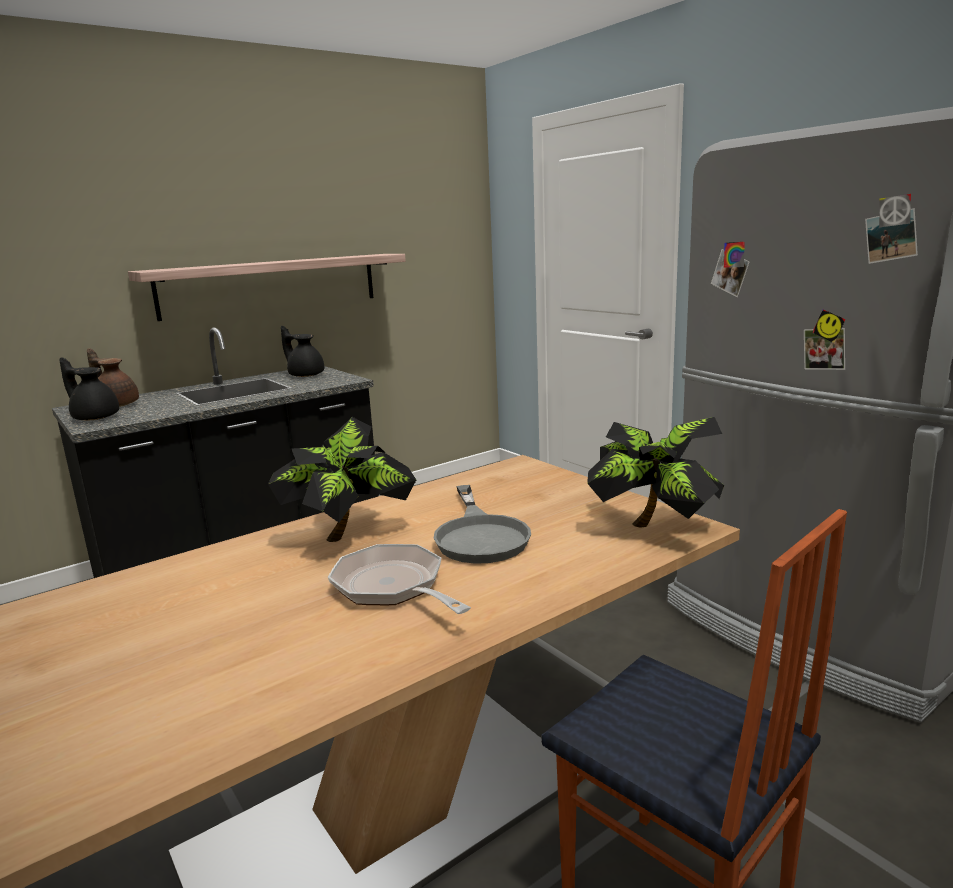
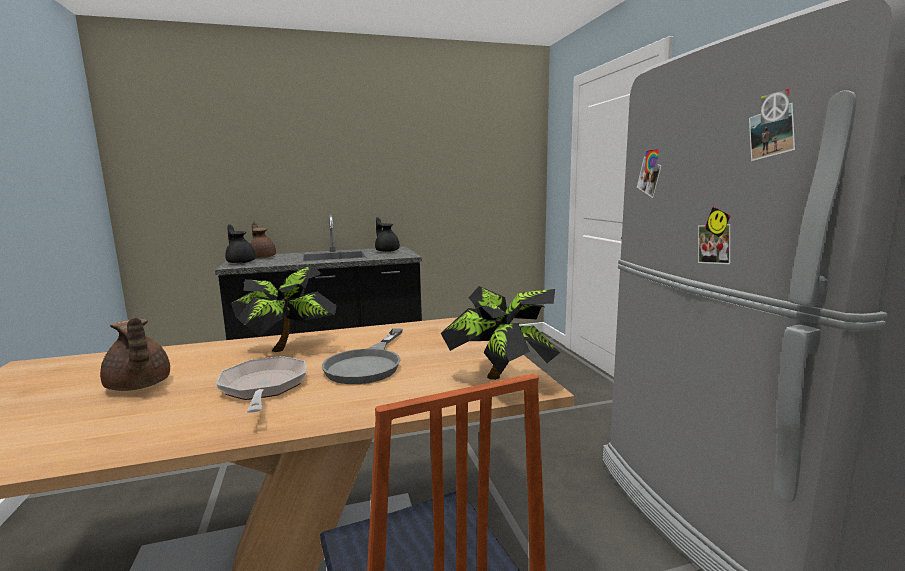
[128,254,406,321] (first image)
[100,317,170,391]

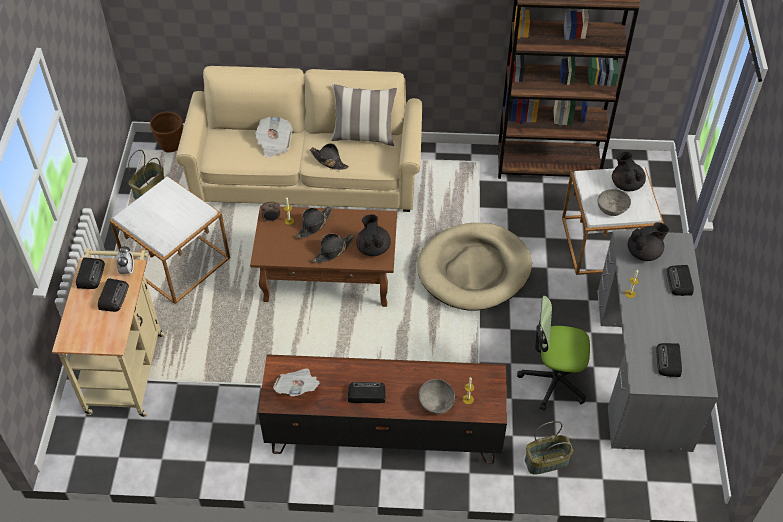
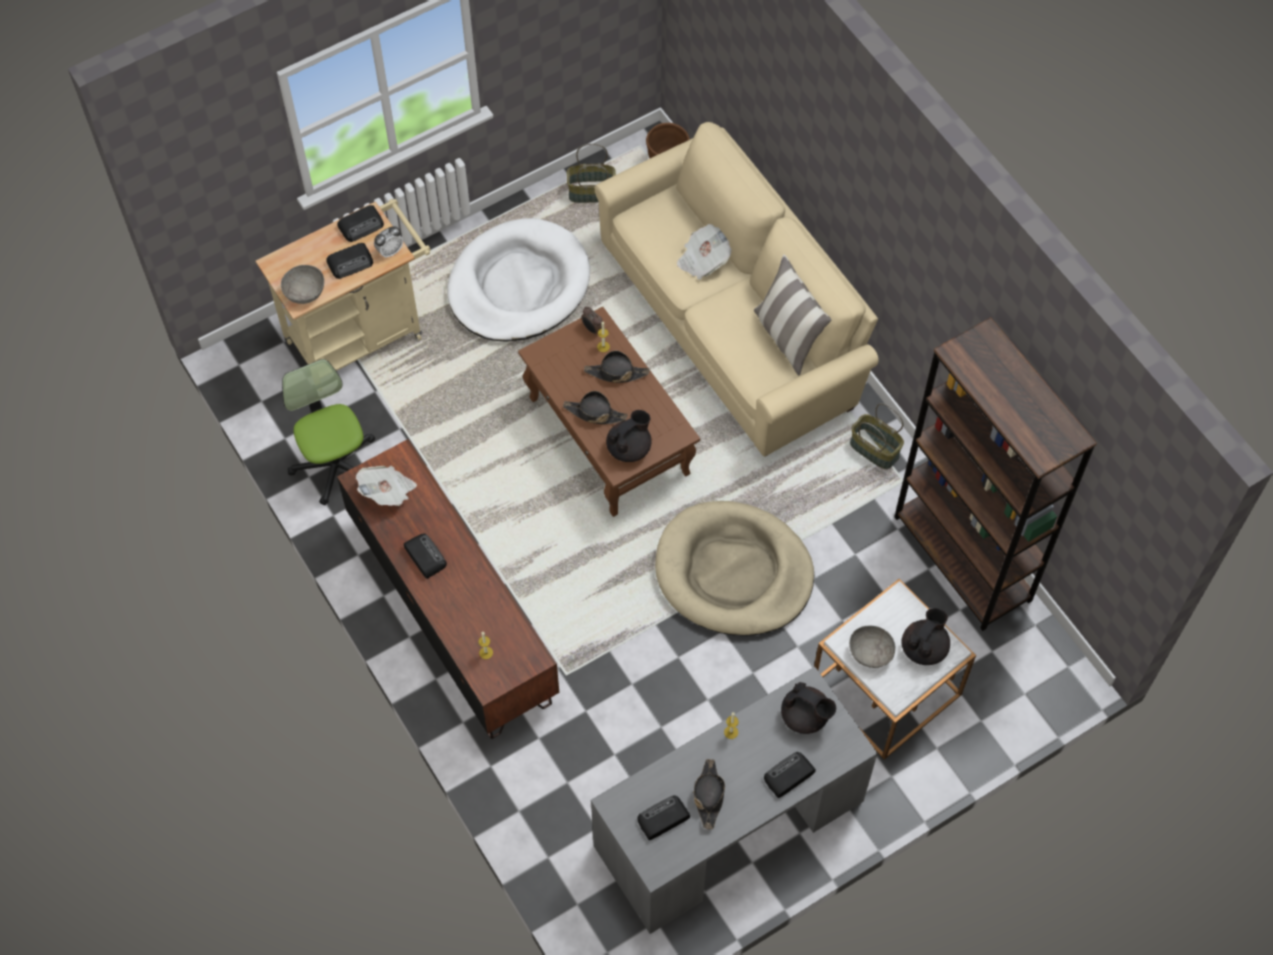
[693,759,725,830]
[281,265,324,304]
[282,359,375,505]
[850,403,904,469]
[447,218,590,342]

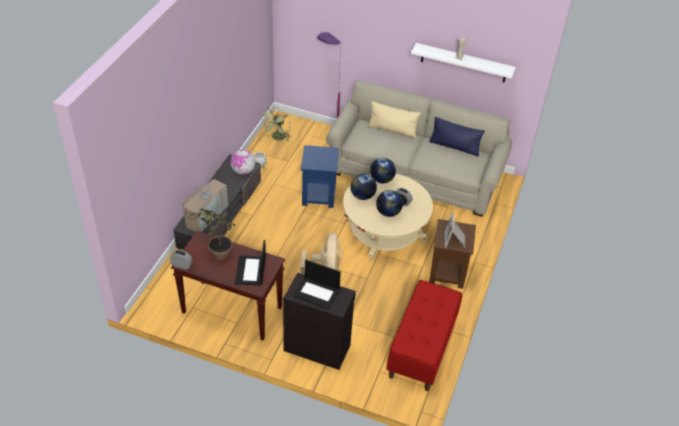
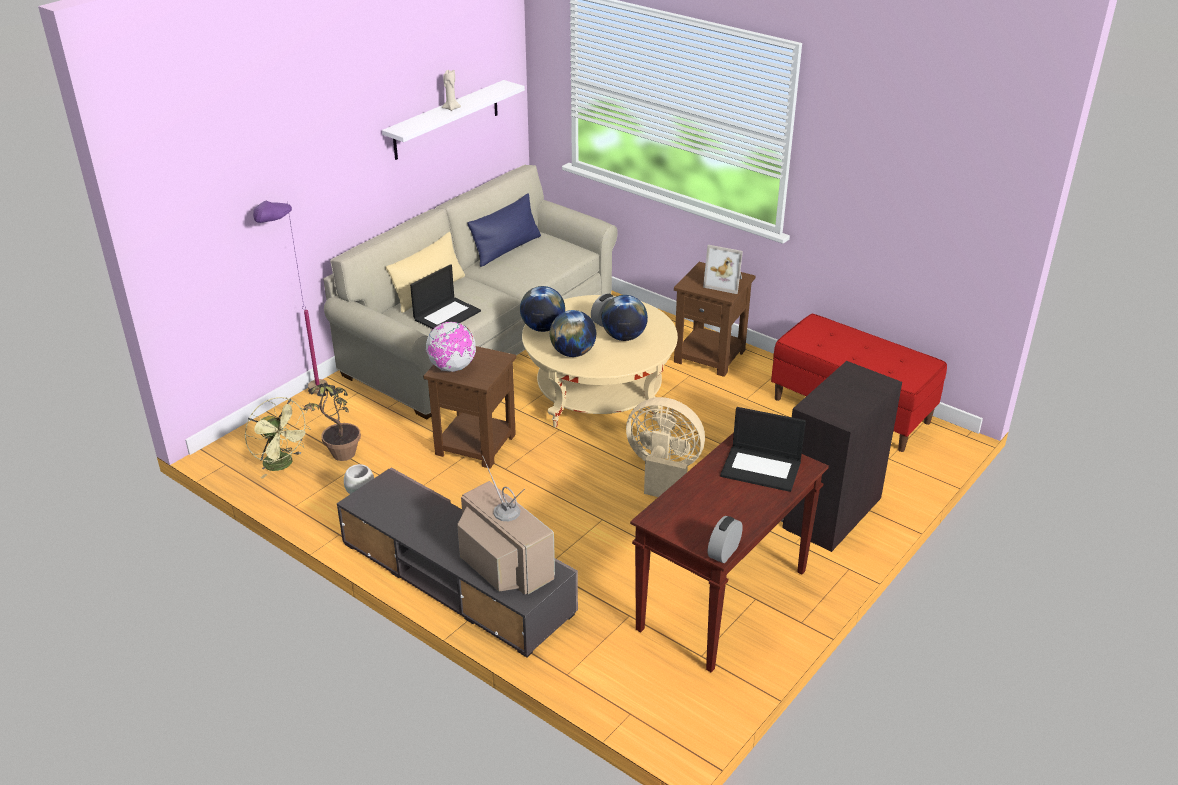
[301,383,361,461]
[426,322,476,372]
[410,264,481,329]
[423,346,516,469]

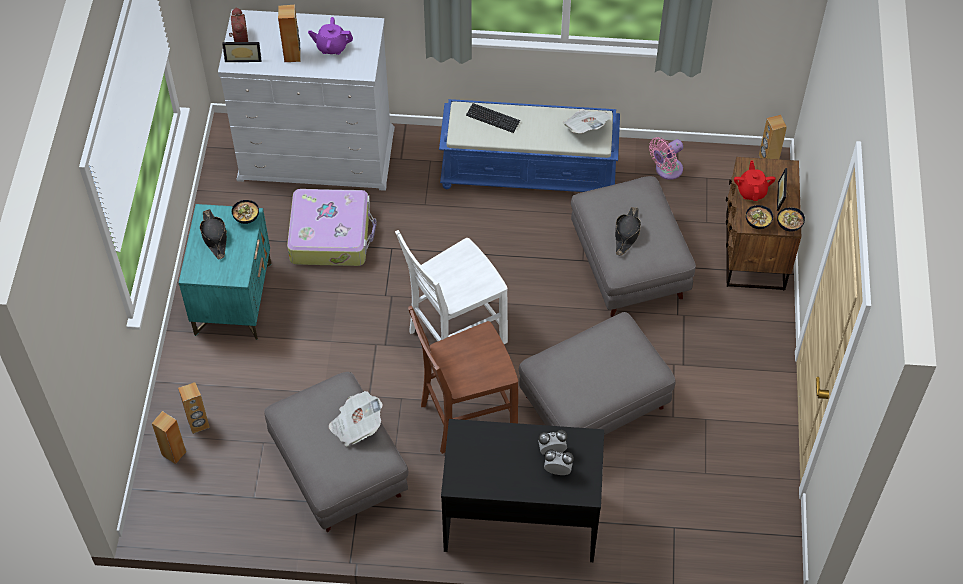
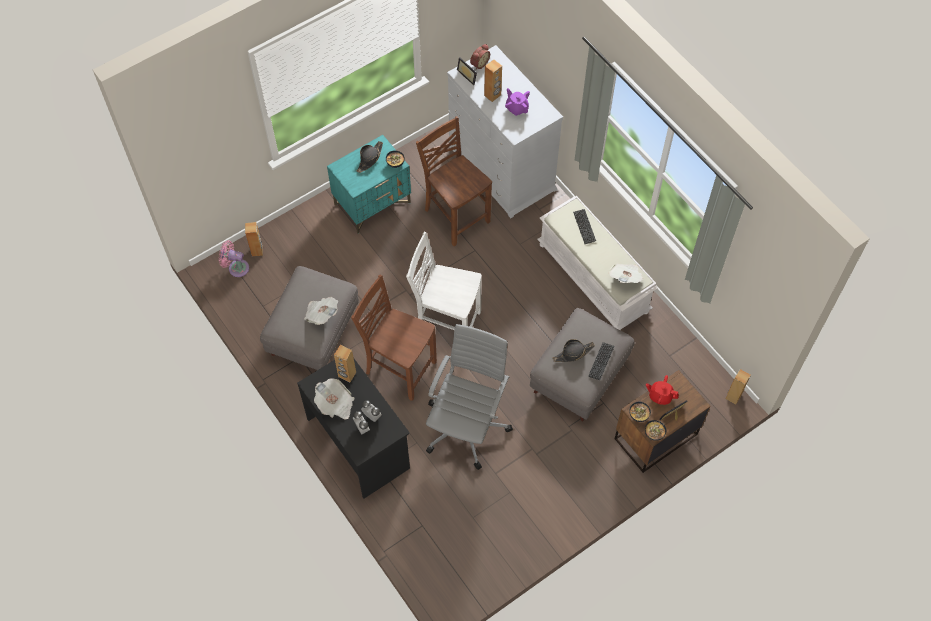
[314,378,354,420]
[588,342,614,380]
[334,345,356,382]
[219,240,249,277]
[416,116,492,246]
[426,324,513,470]
[537,196,658,330]
[646,375,679,405]

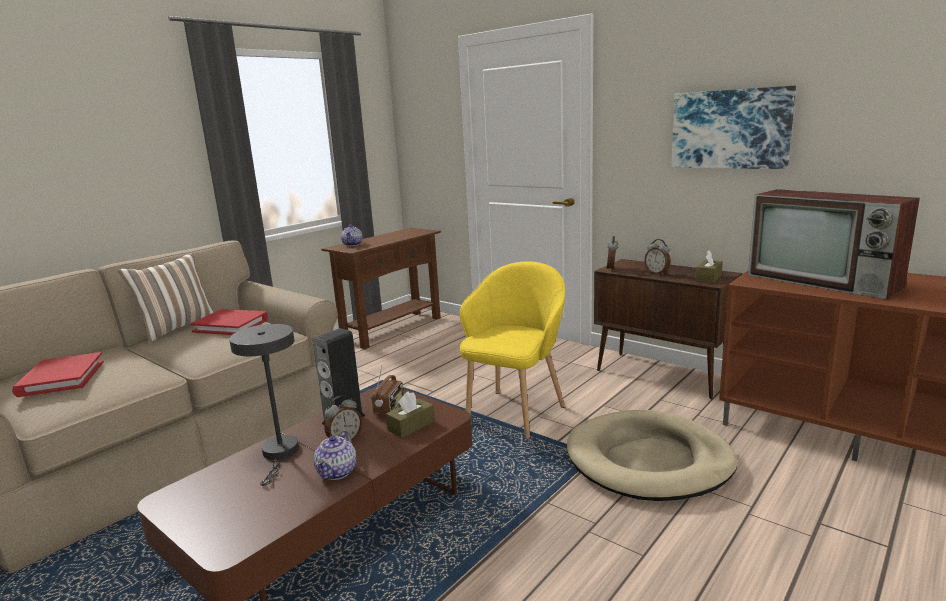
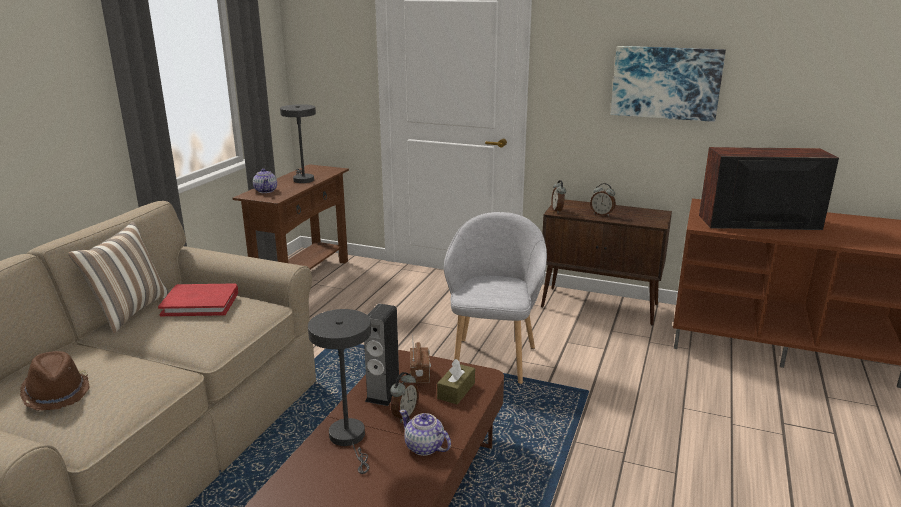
[567,410,737,501] (first image)
[695,250,723,283] (first image)
[280,104,316,183]
[20,351,90,411]
[444,212,547,384]
[399,410,451,456]
[699,147,839,230]

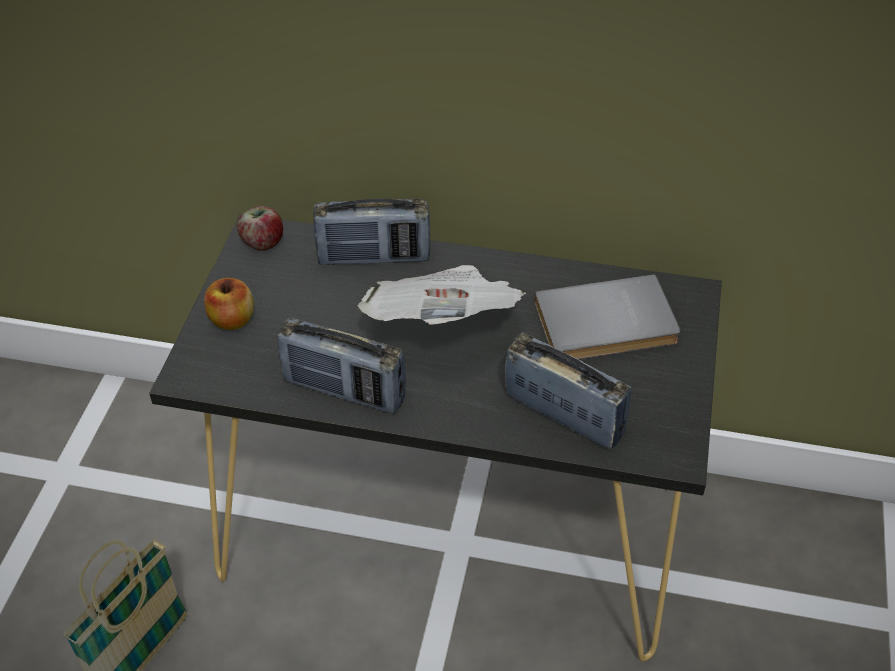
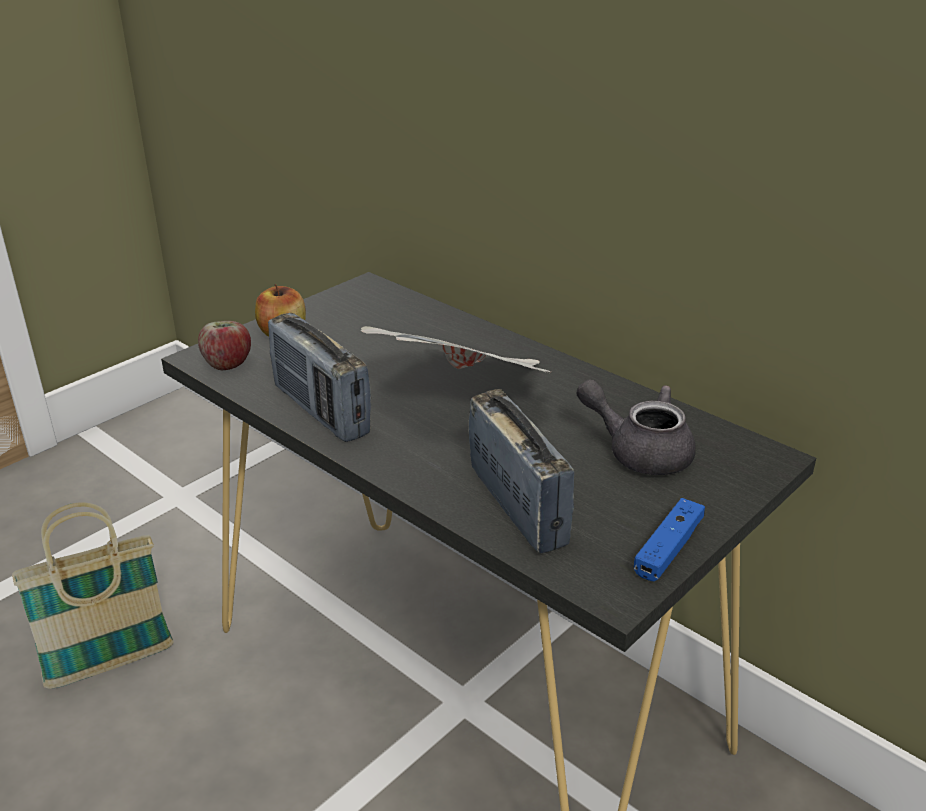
[313,198,430,265] (first image)
[634,498,705,582]
[198,321,251,370]
[577,380,696,475]

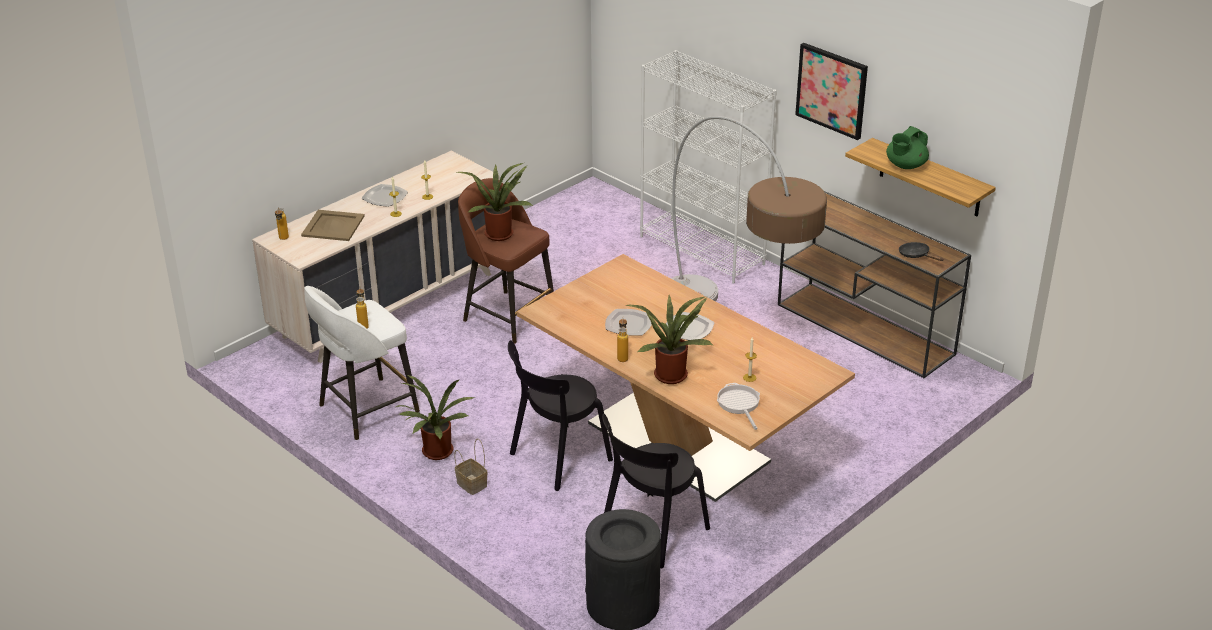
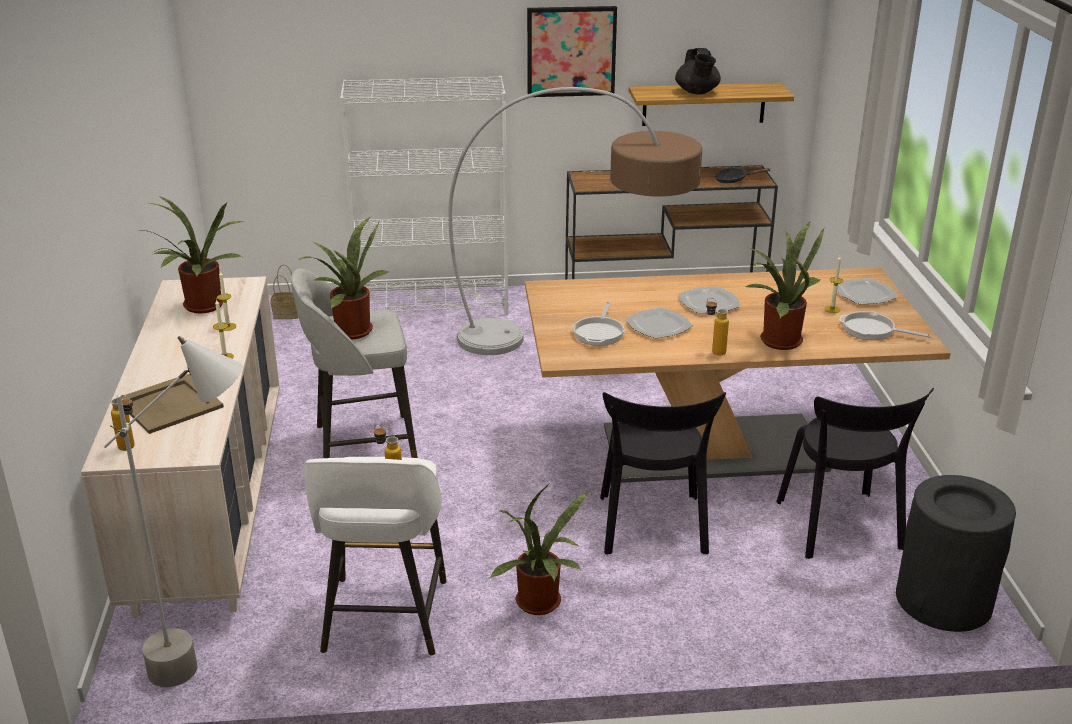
[104,336,243,687]
[138,196,244,313]
[572,302,626,346]
[833,278,898,304]
[270,264,299,319]
[291,268,418,458]
[675,48,721,94]

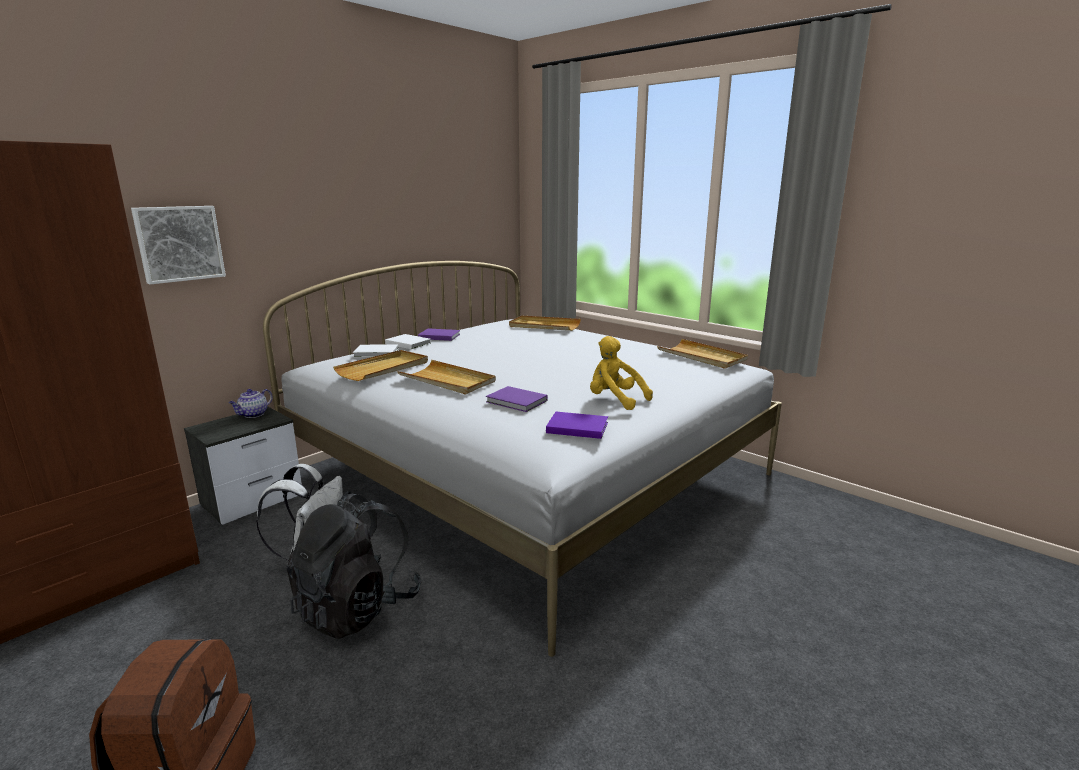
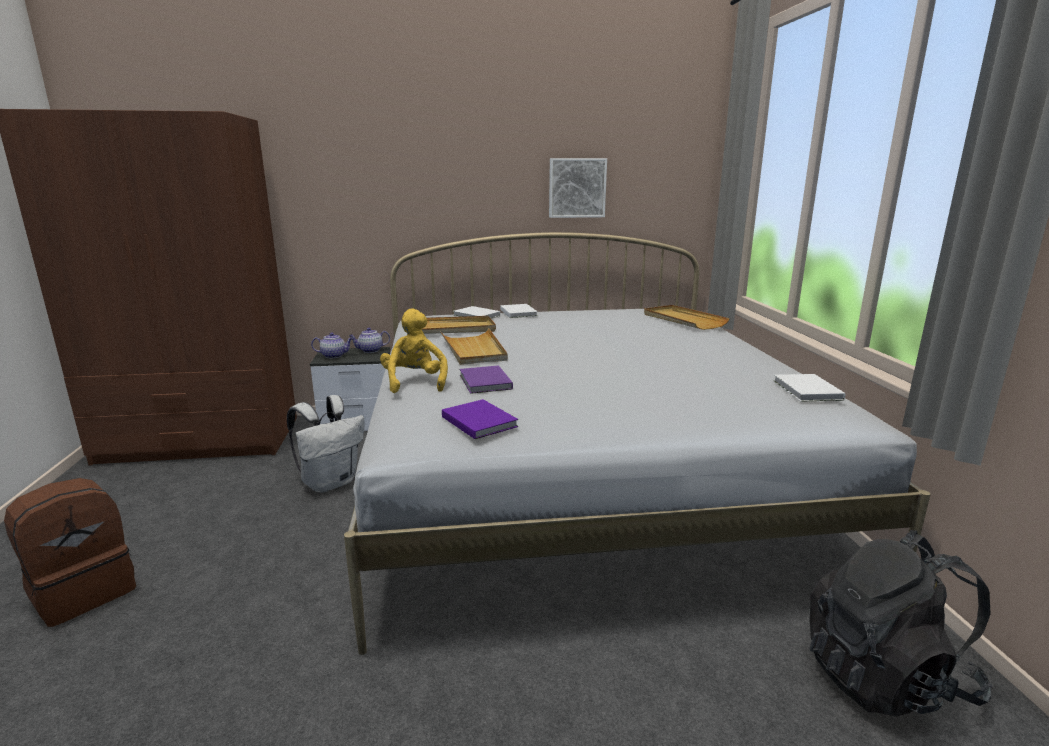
[418,328,460,341] (first image)
[311,332,353,358]
[549,158,607,218]
[809,530,992,717]
[380,309,448,393]
[773,374,846,402]

